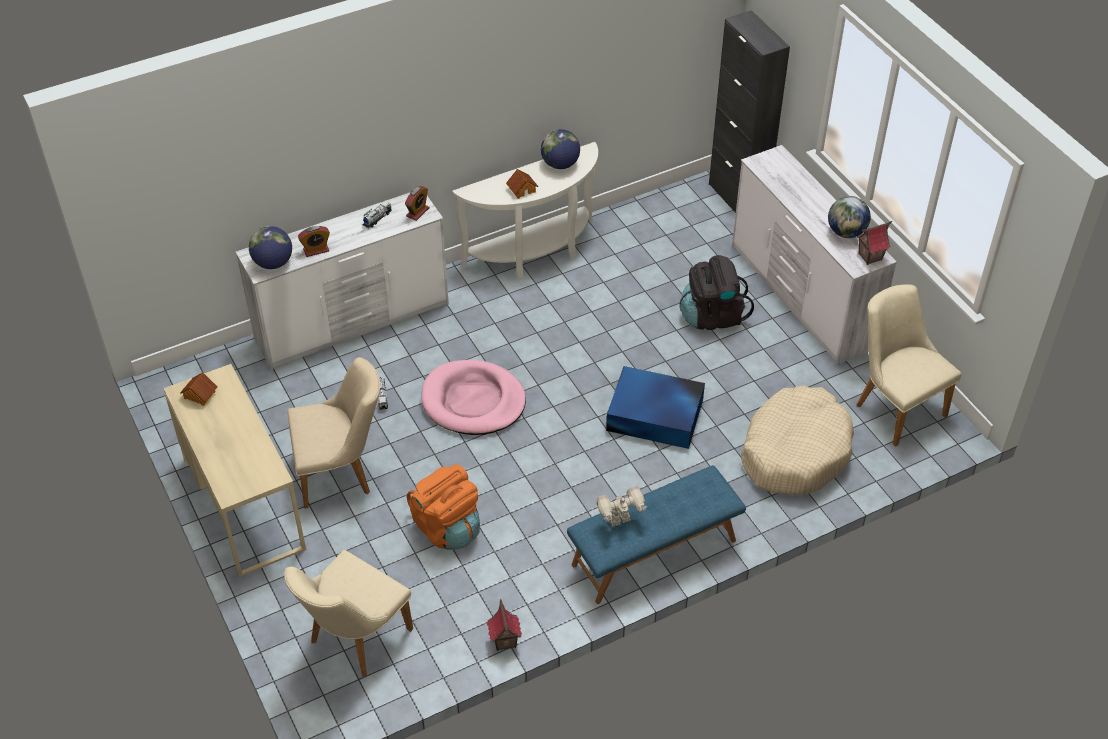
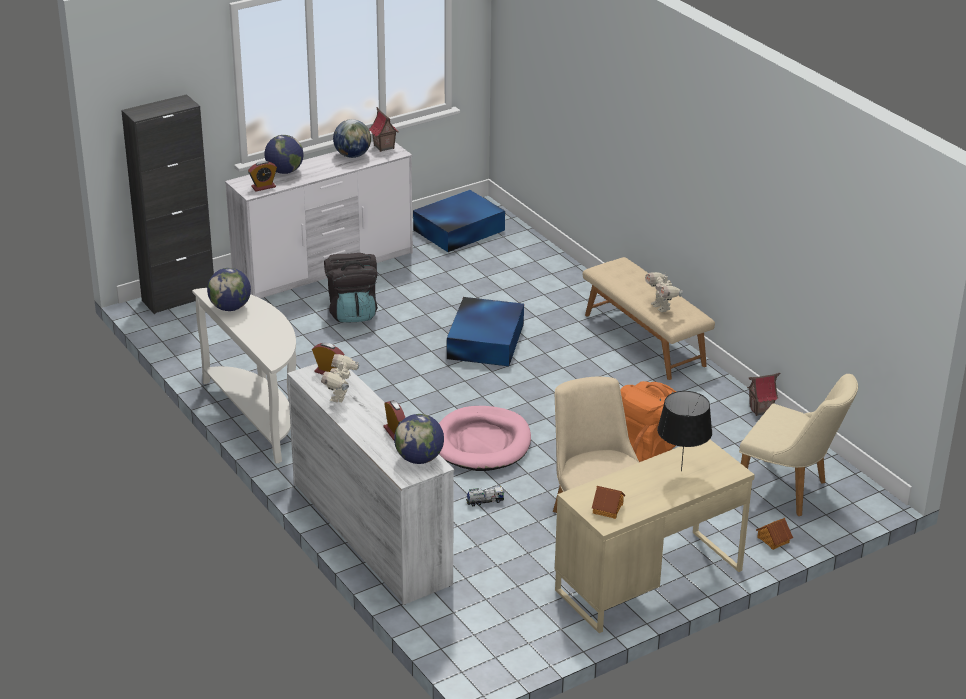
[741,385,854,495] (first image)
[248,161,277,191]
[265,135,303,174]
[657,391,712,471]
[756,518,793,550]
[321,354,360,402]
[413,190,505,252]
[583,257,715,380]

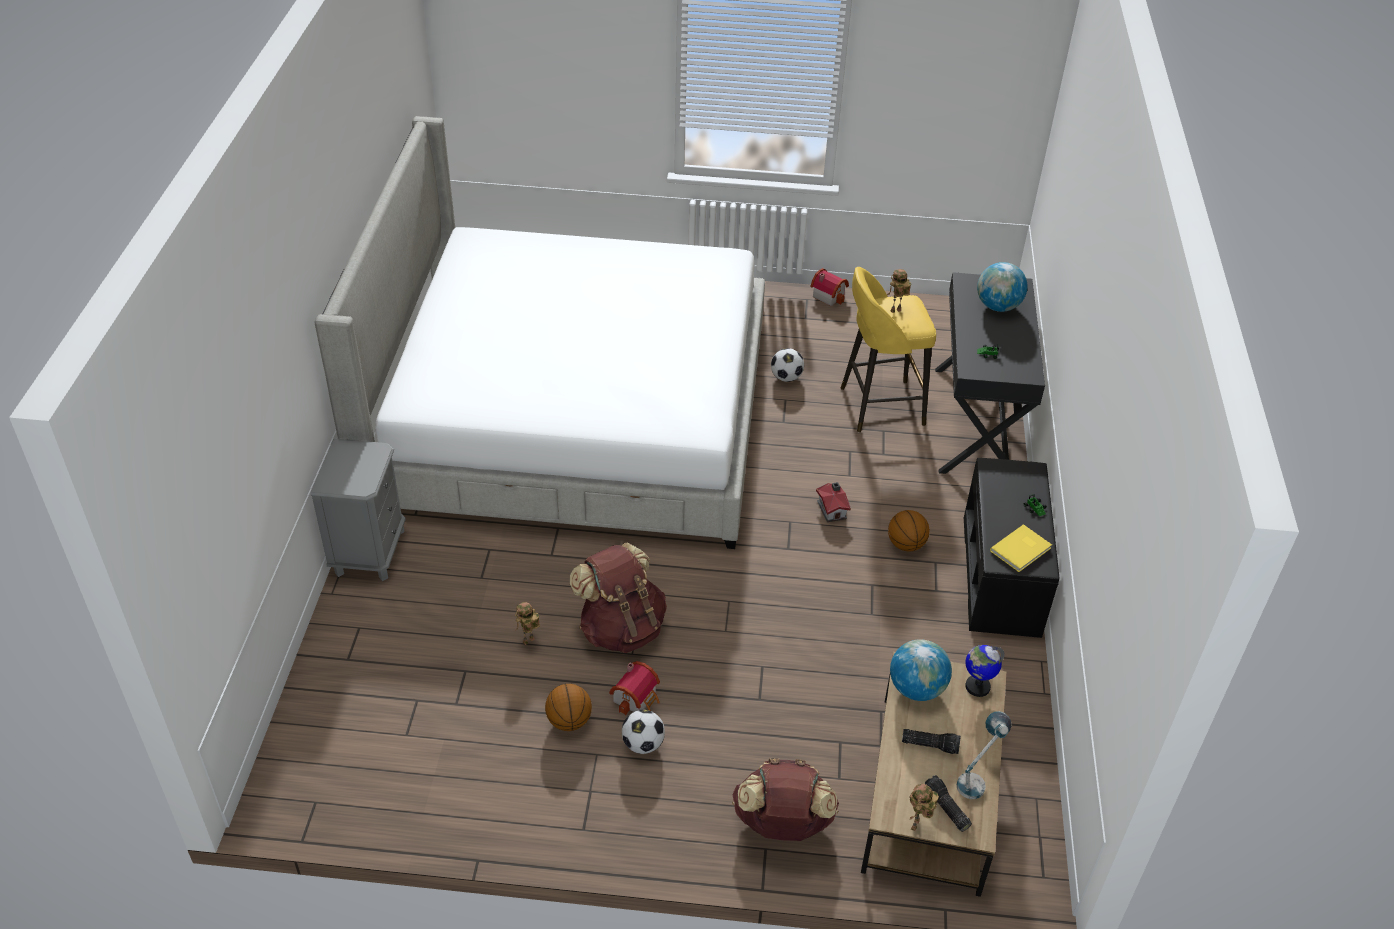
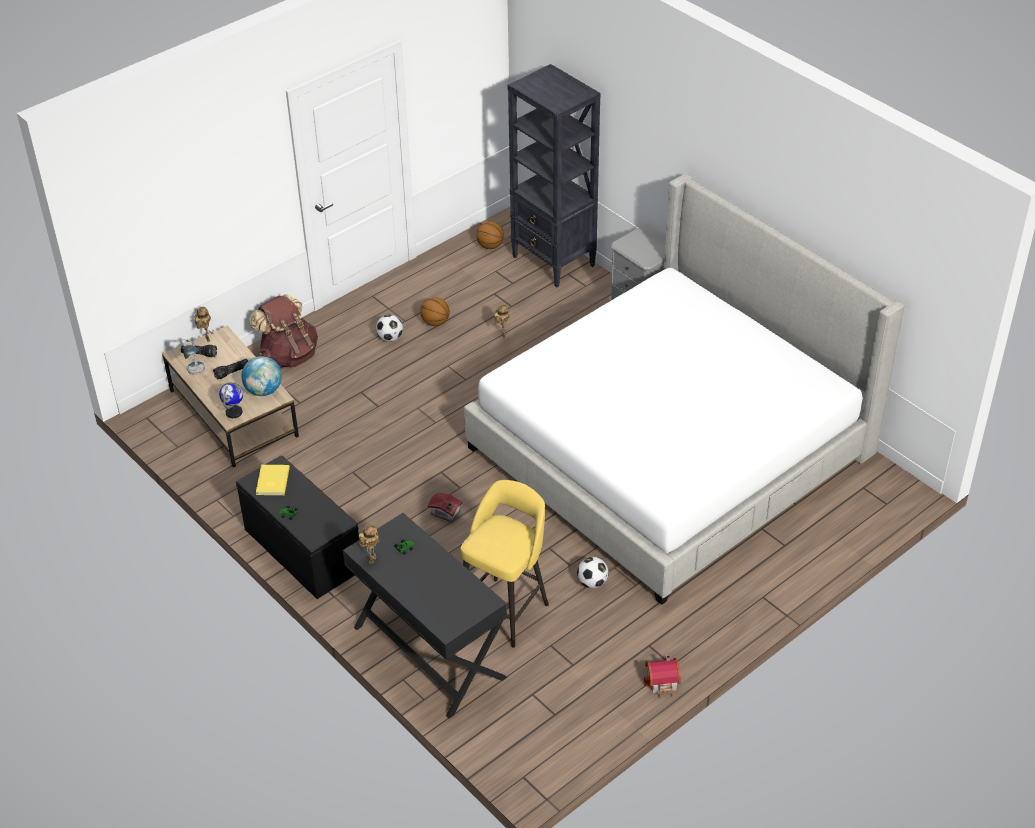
[569,542,667,653] (first image)
[609,661,660,716] (first image)
[977,262,1028,312] (first image)
[508,64,601,287]
[359,524,379,564]
[476,221,504,249]

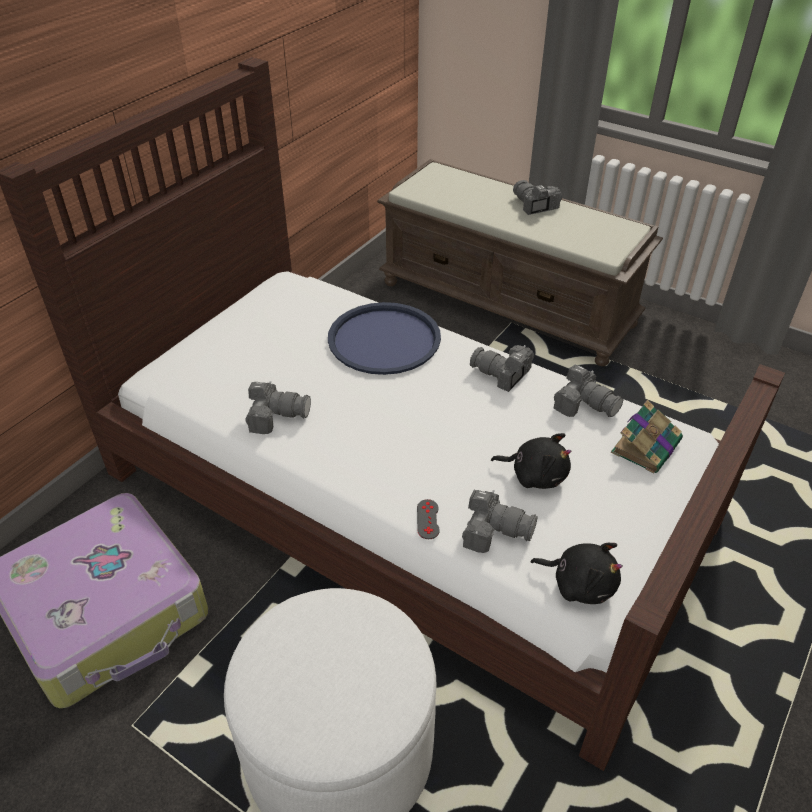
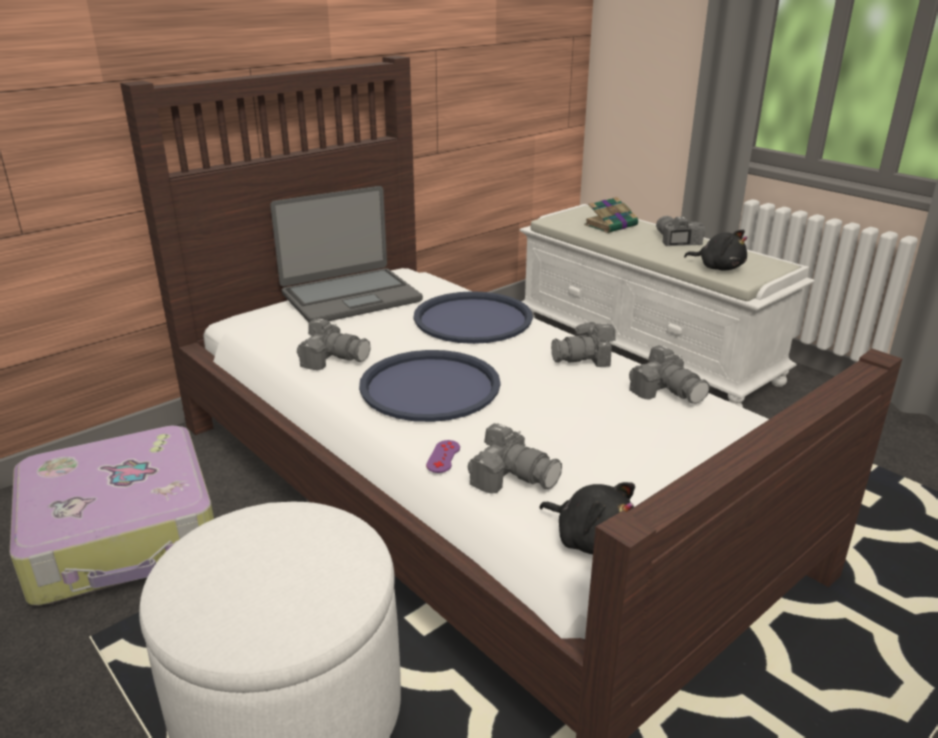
[270,186,423,322]
[359,350,501,422]
[684,230,748,270]
[584,197,639,233]
[520,204,815,408]
[426,440,460,473]
[551,321,616,367]

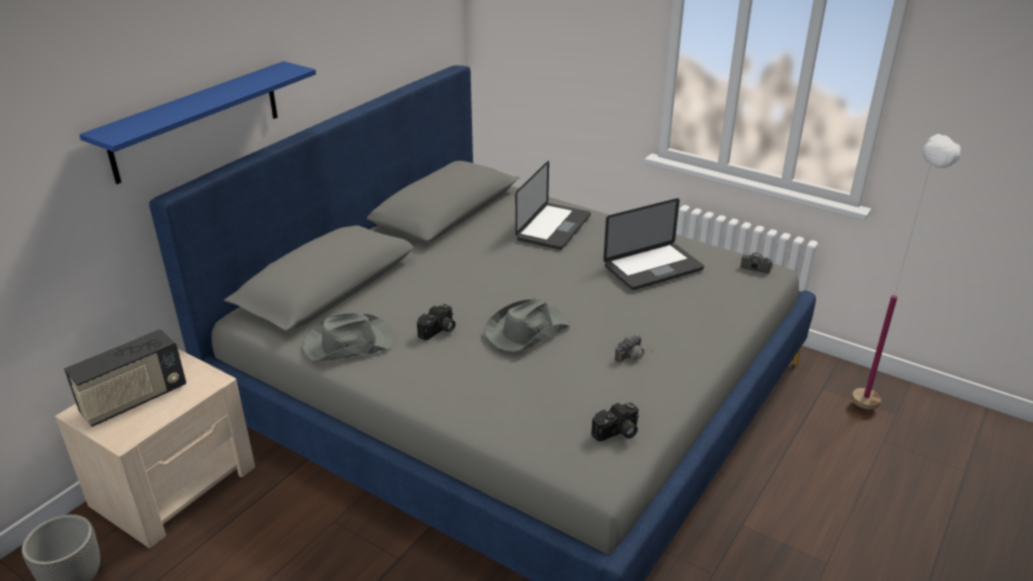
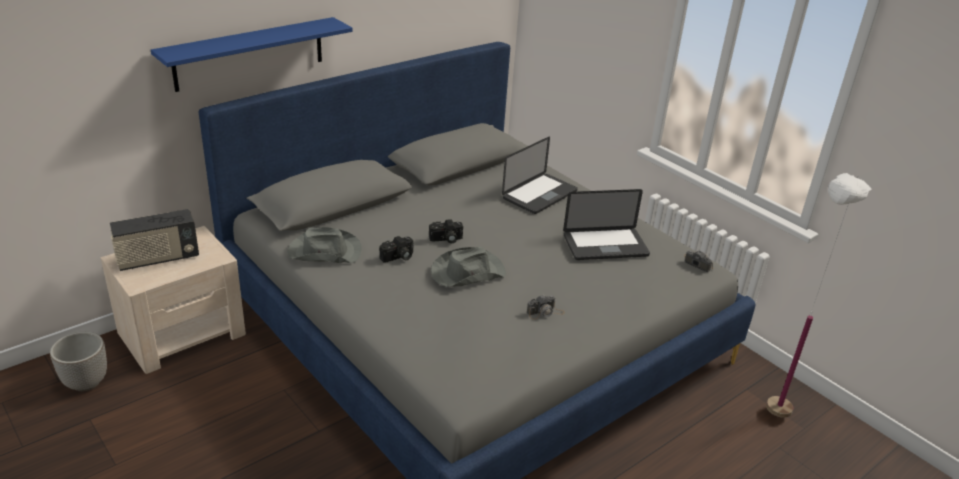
[429,219,463,243]

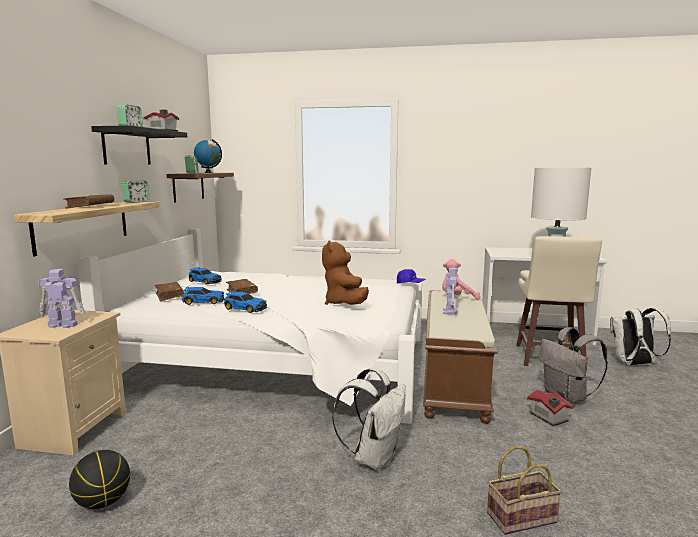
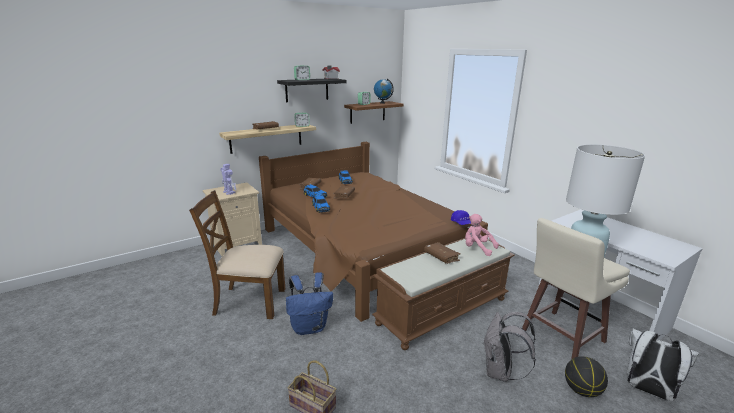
[322,241,369,305] (first image)
[527,390,573,426] (first image)
[189,190,285,319]
[565,356,608,397]
[424,242,460,264]
[259,142,488,322]
[286,272,333,335]

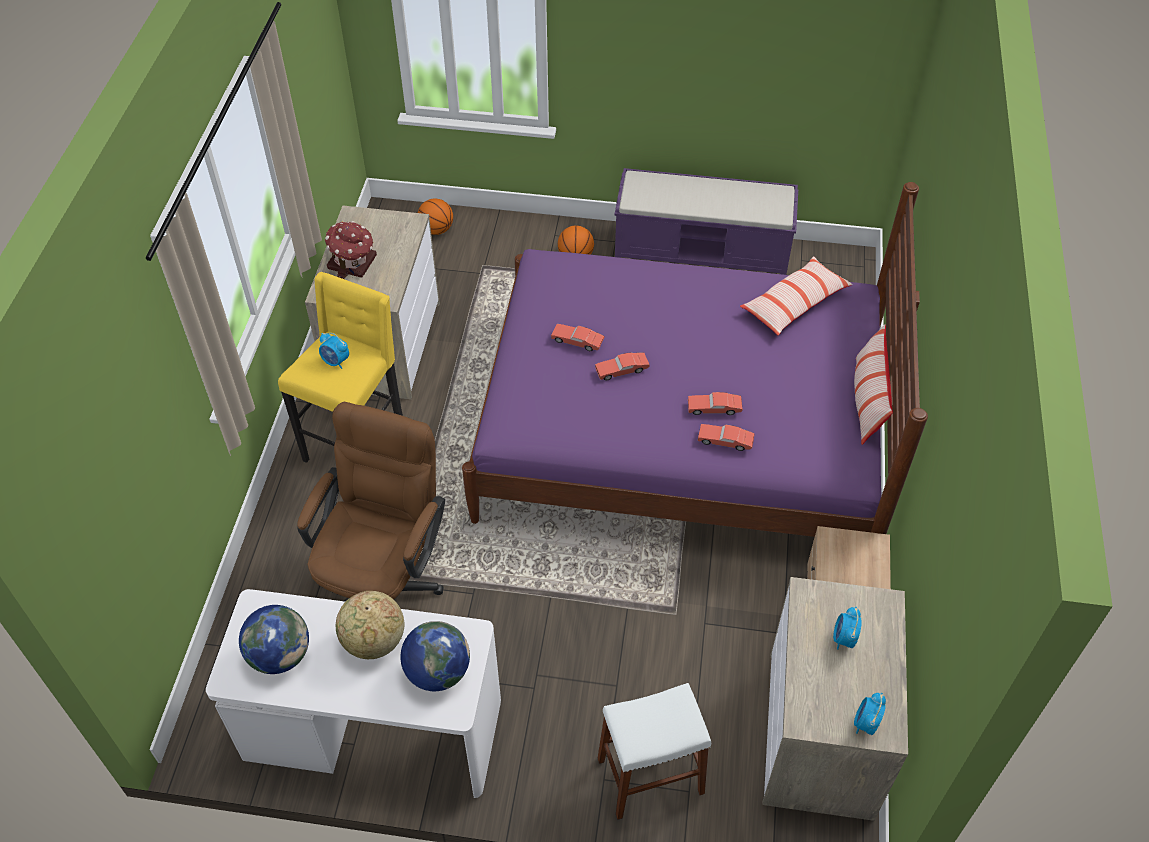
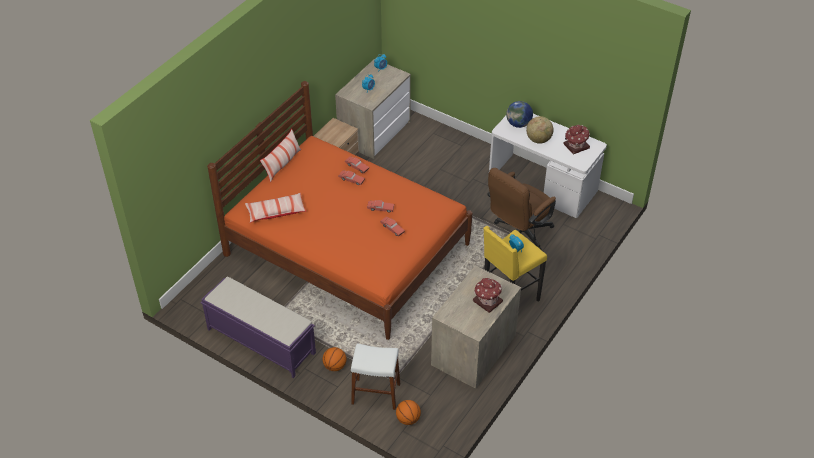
[351,343,400,410]
[564,125,590,154]
[207,81,472,340]

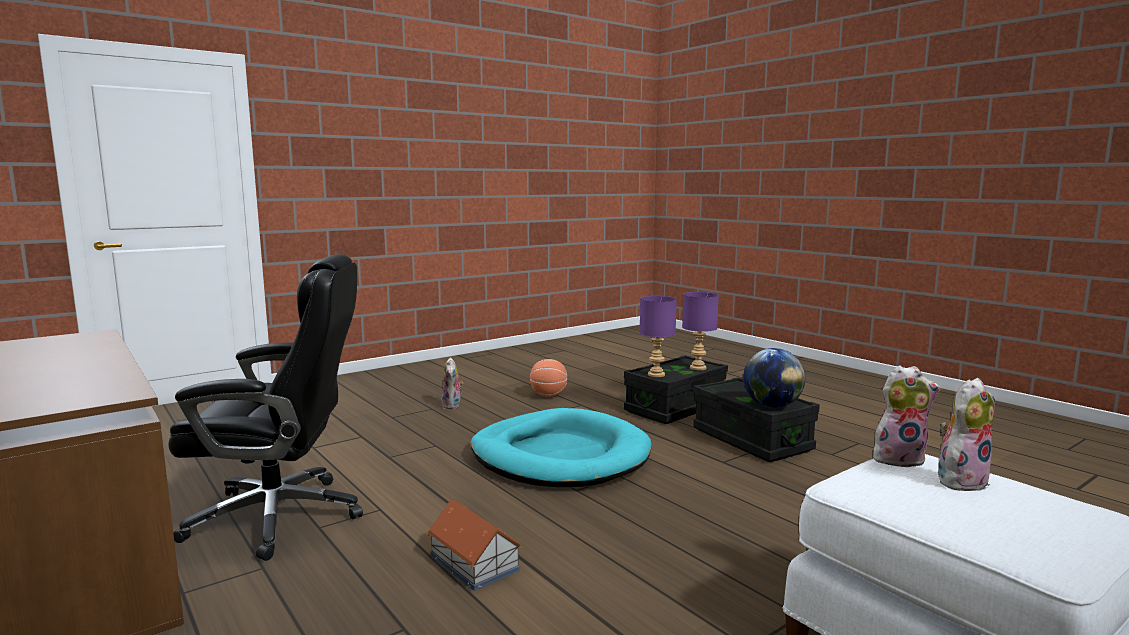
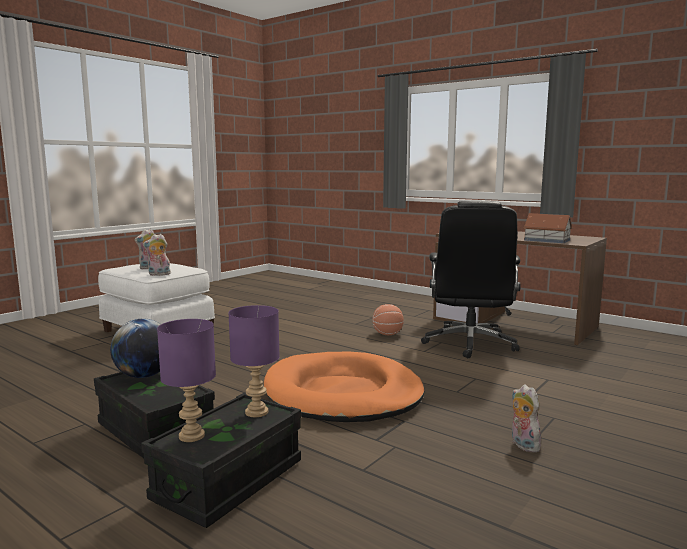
[524,213,573,243]
[373,304,404,335]
[264,352,425,422]
[421,201,520,358]

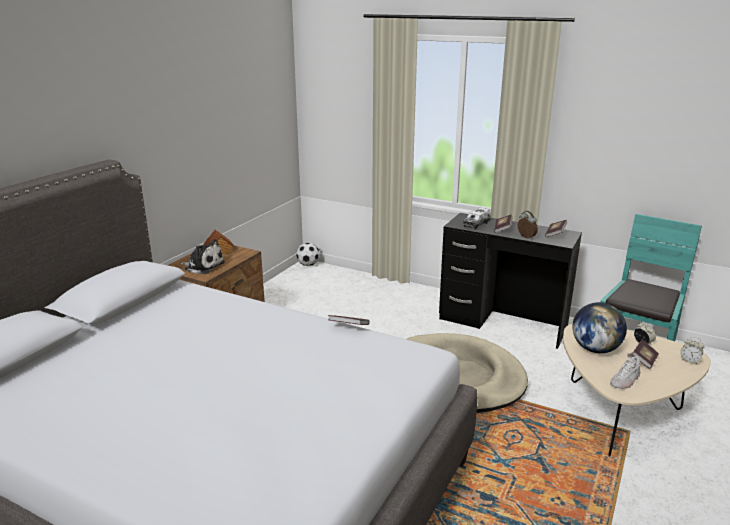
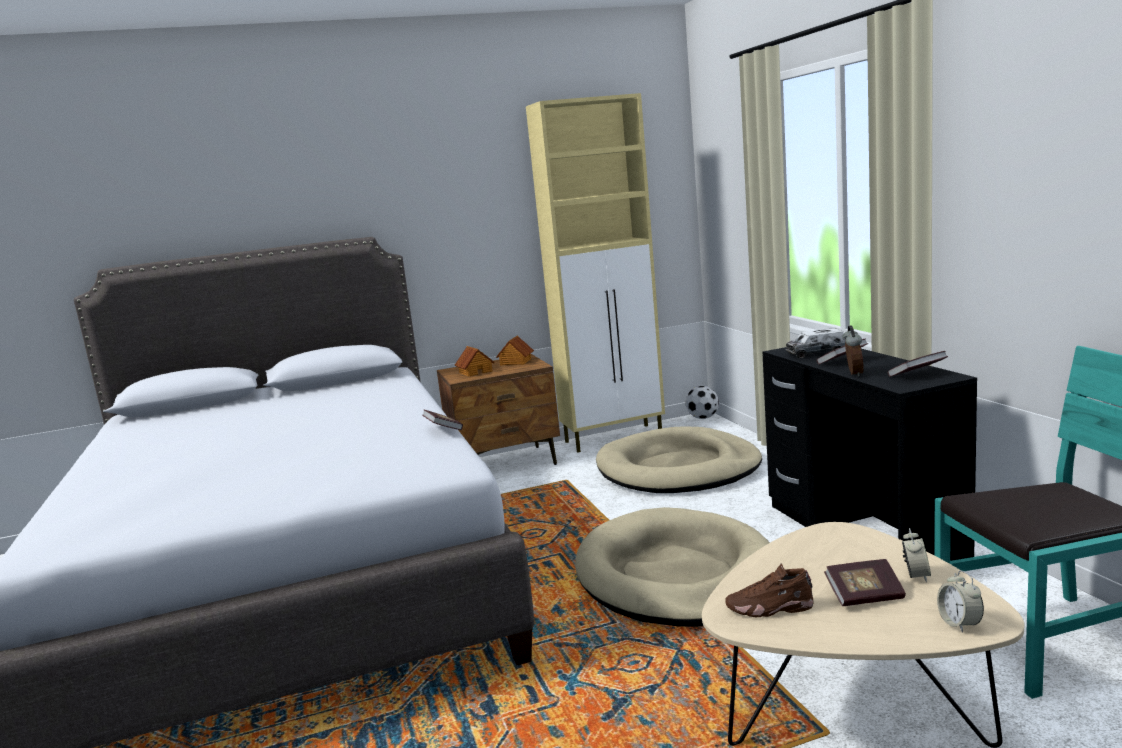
[573,302,627,353] (first image)
[526,93,665,452]
[596,426,762,493]
[455,346,495,377]
[725,563,814,617]

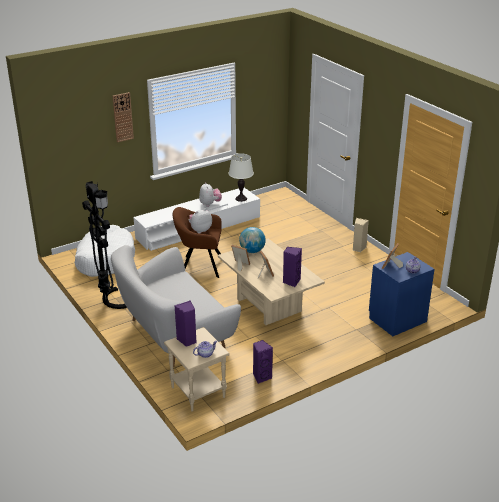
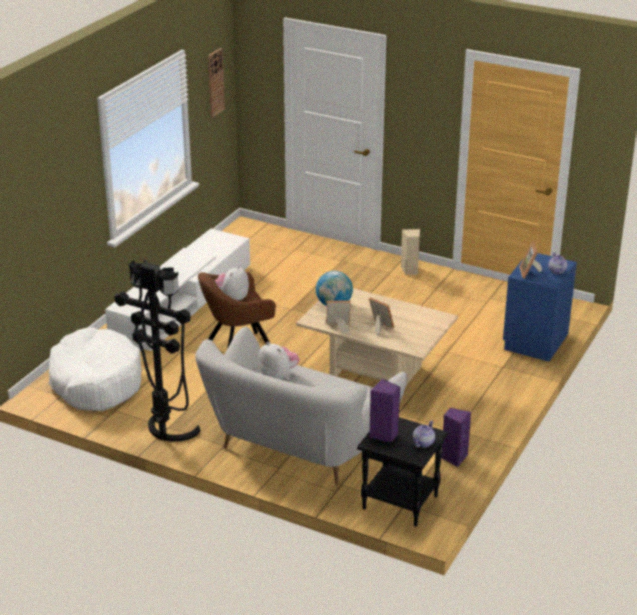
[228,153,254,202] (first image)
[283,247,302,287] (first image)
[208,48,225,118]
[258,342,299,380]
[357,417,448,527]

